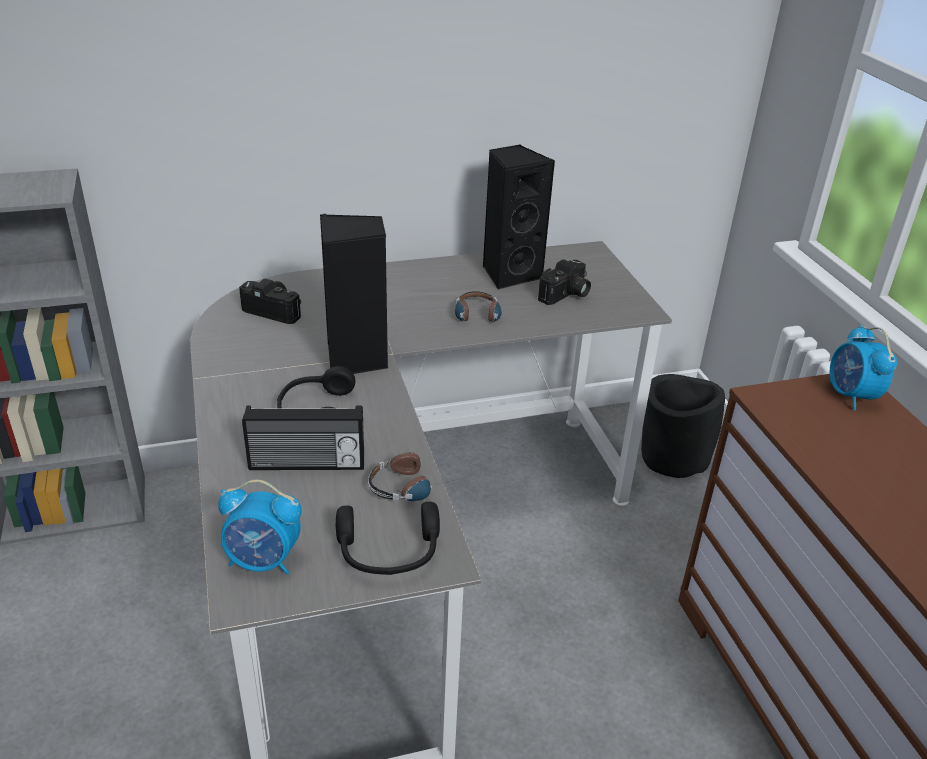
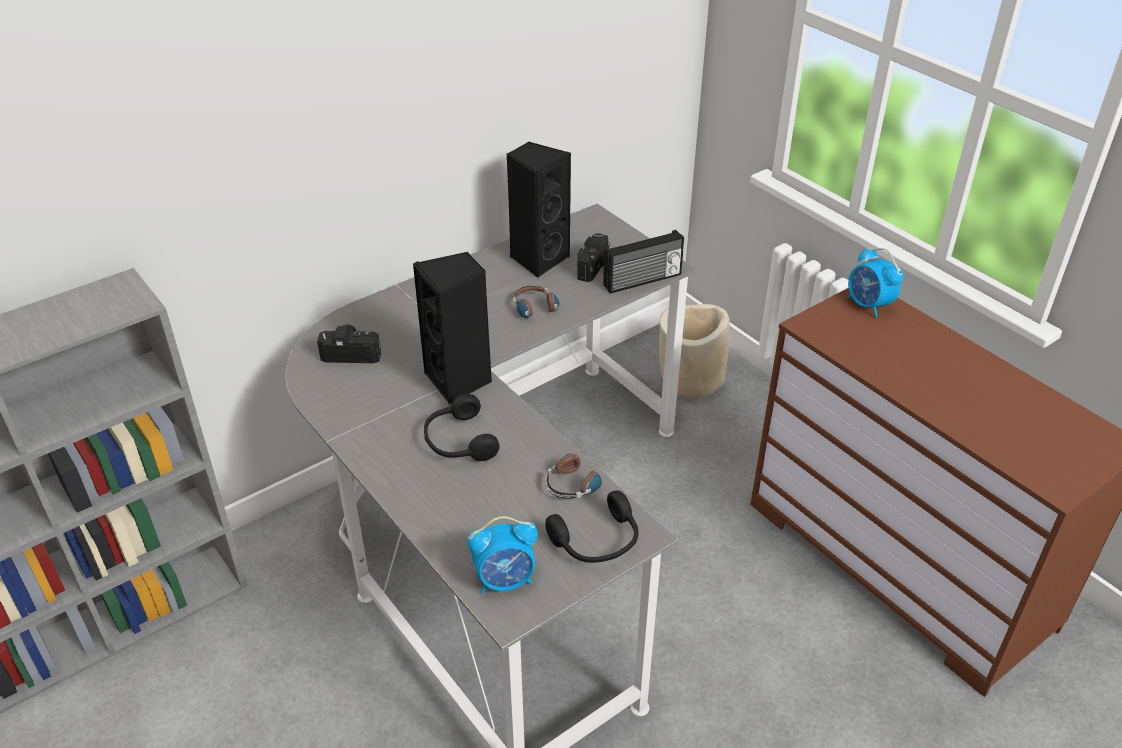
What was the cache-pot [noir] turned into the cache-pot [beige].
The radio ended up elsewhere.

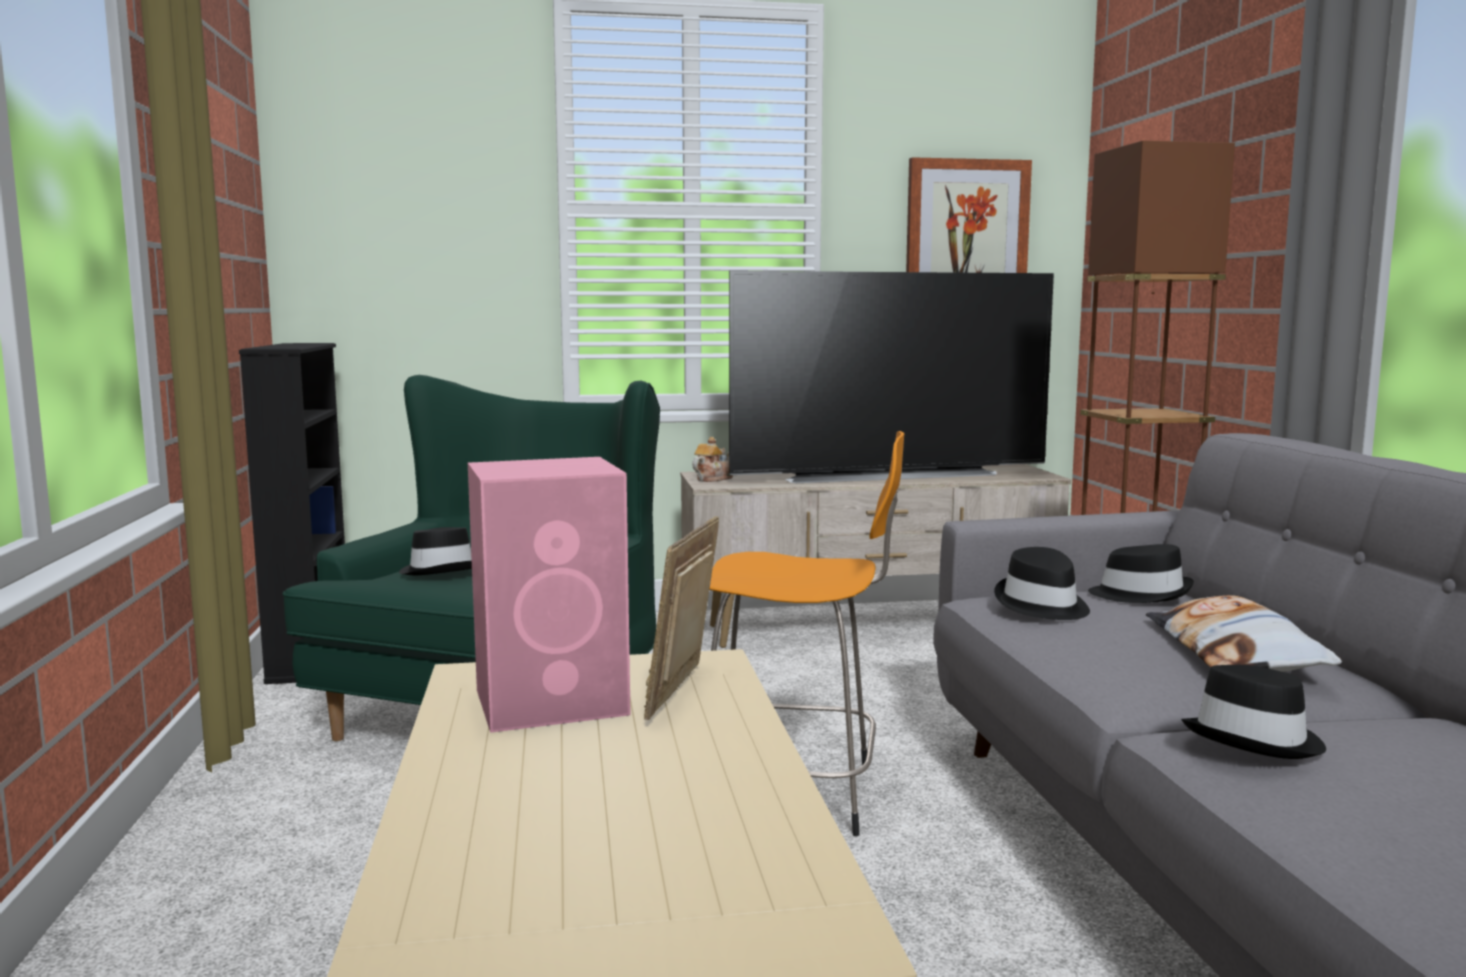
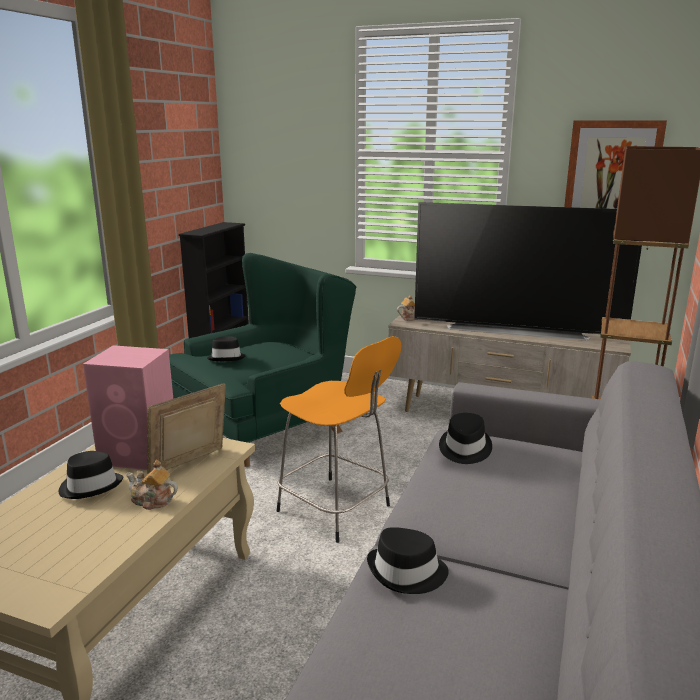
The chapeau [noir] (3rd from left in the first image) ended up elsewhere.
The second view lost the coussin.
The second view gained the théière (1st from left).

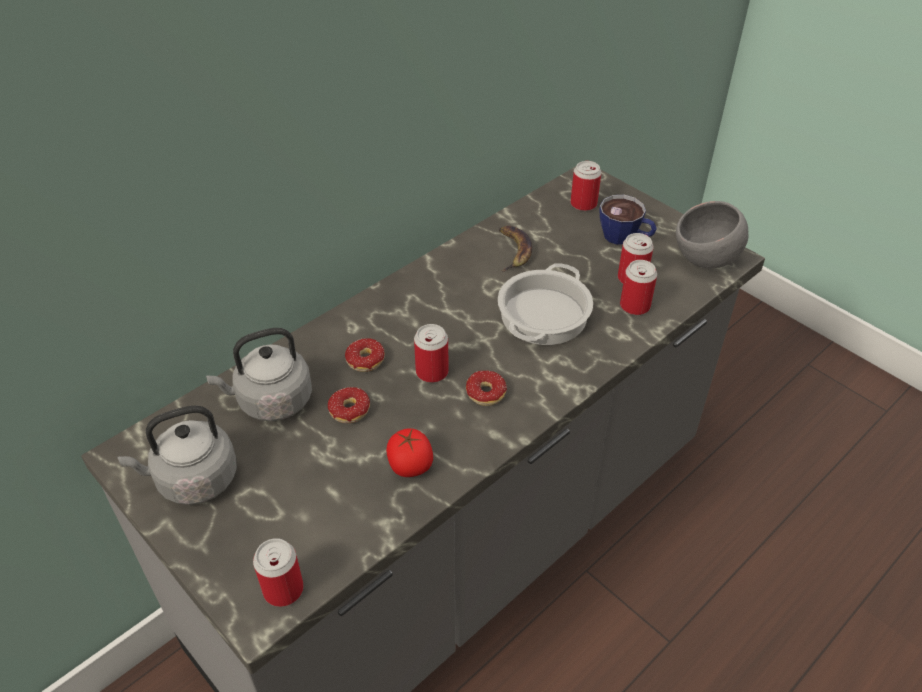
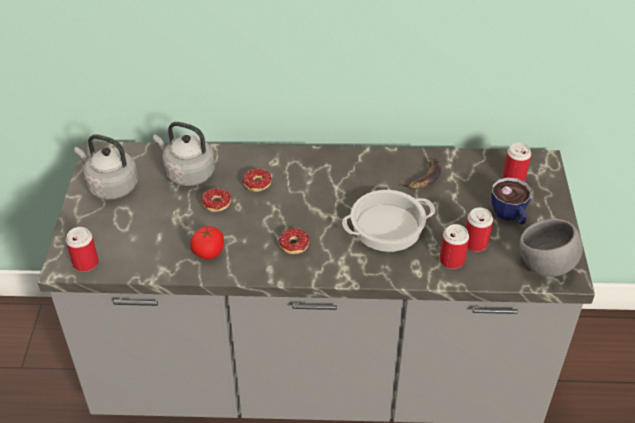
The second view lost the boîte métallique (2nd from left).

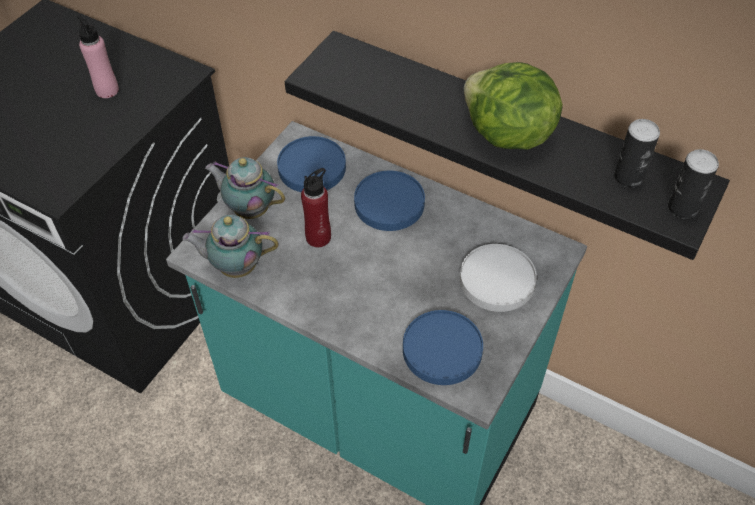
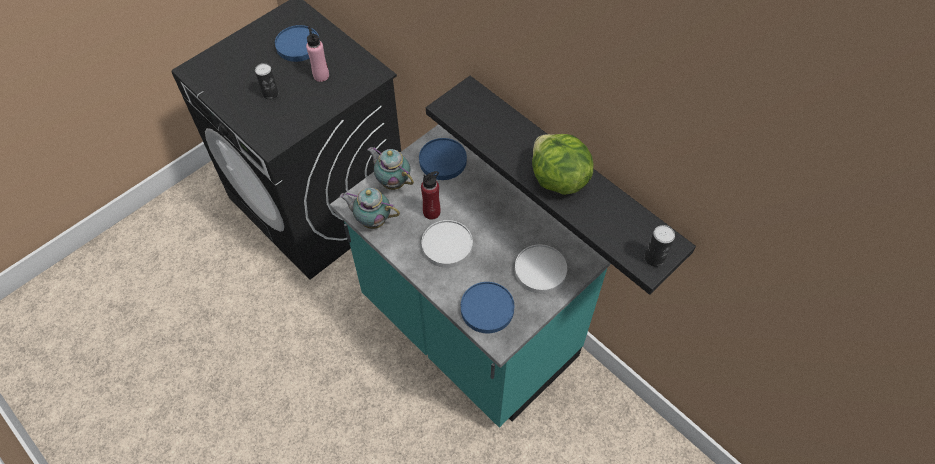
The boîte métallique (1st from left) ended up elsewhere.
The assiette [bleu] (2nd from left in the first image) ended up elsewhere.
The second view gained the assiette [blanc] (1st from left).

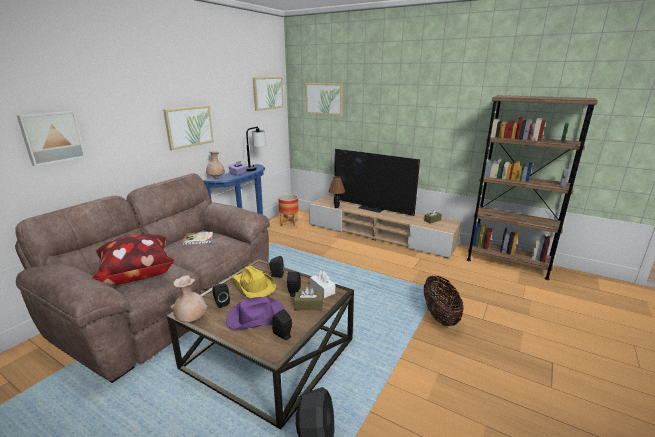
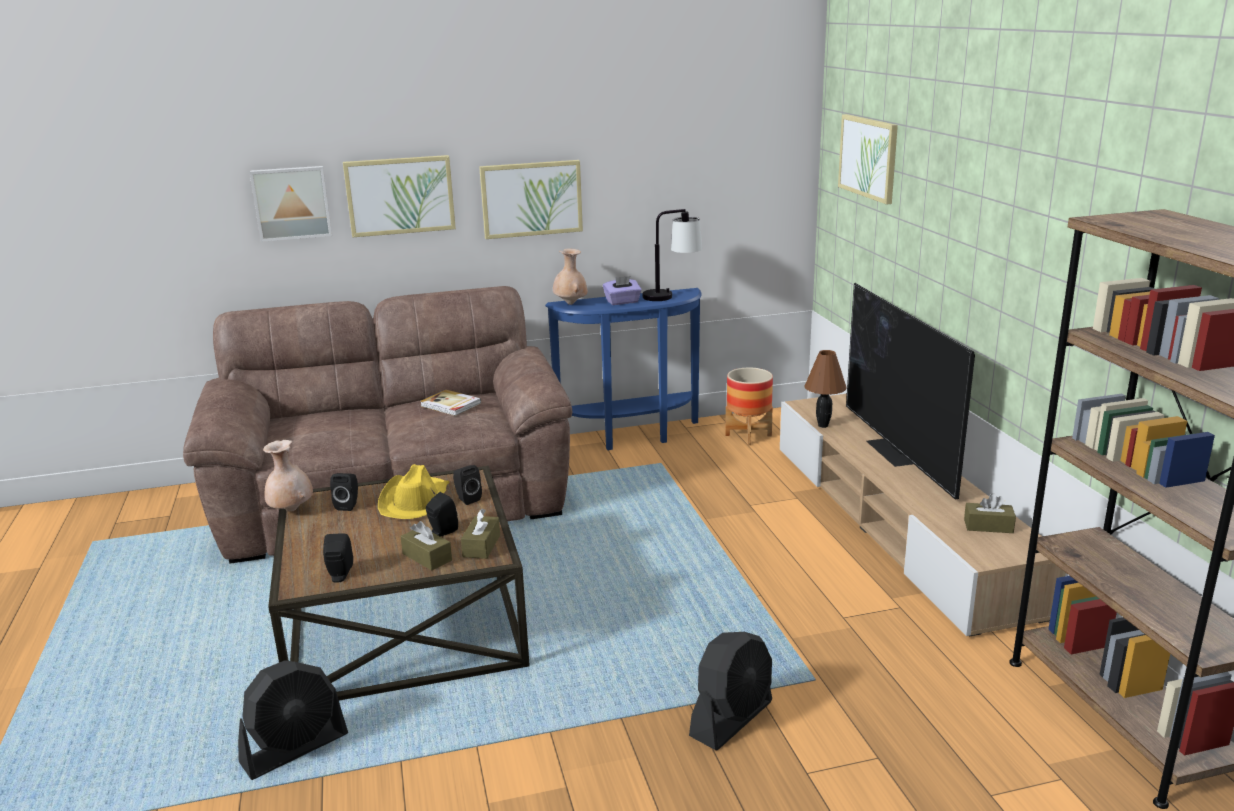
The tableau (3rd from left in the first image) ended up elsewhere.
The second view lost the coussin.
What was the boîte à mouchoirs [blanc] turned into the boîte à mouchoirs [marron] (2nd from left).
Where the panier stood, the ventilateur [noir] (2nd from left) came to stand.
The second view lost the chapeau [violet].

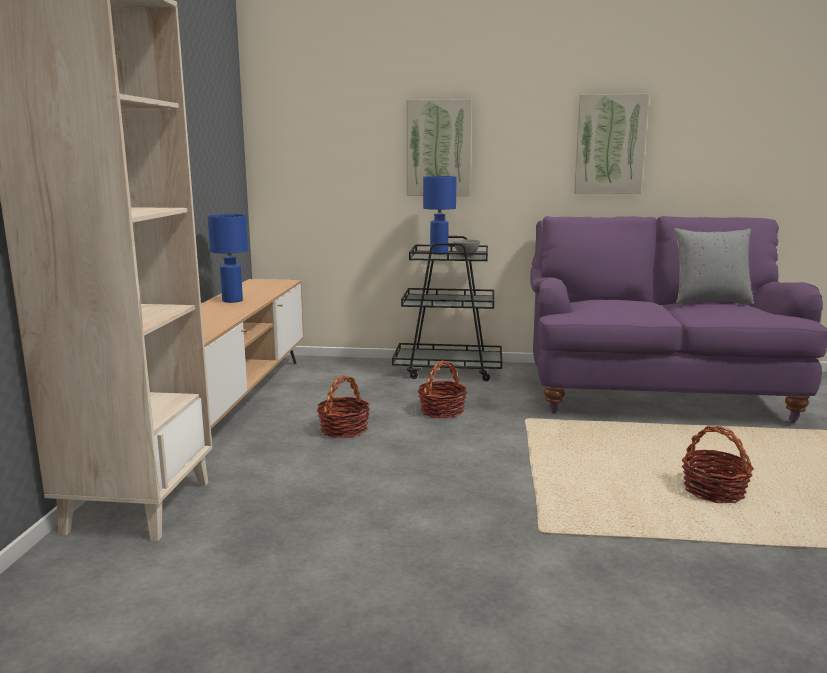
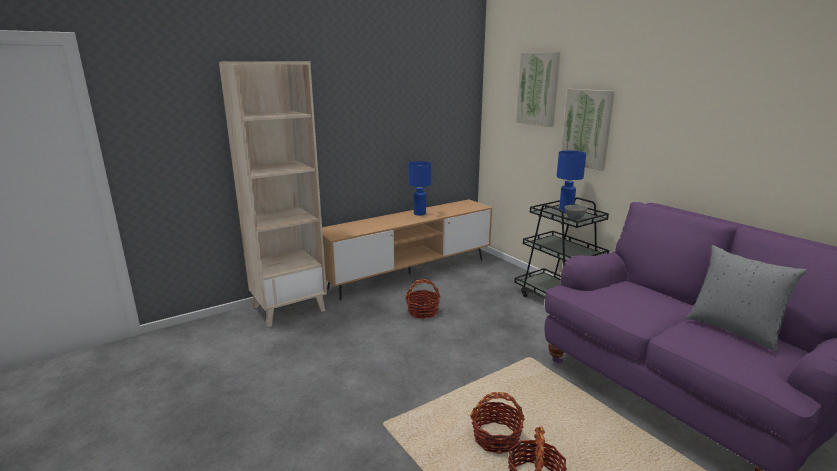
The tableau (2nd from left in the first image) ended up elsewhere.
The panier (2nd from left) ended up elsewhere.

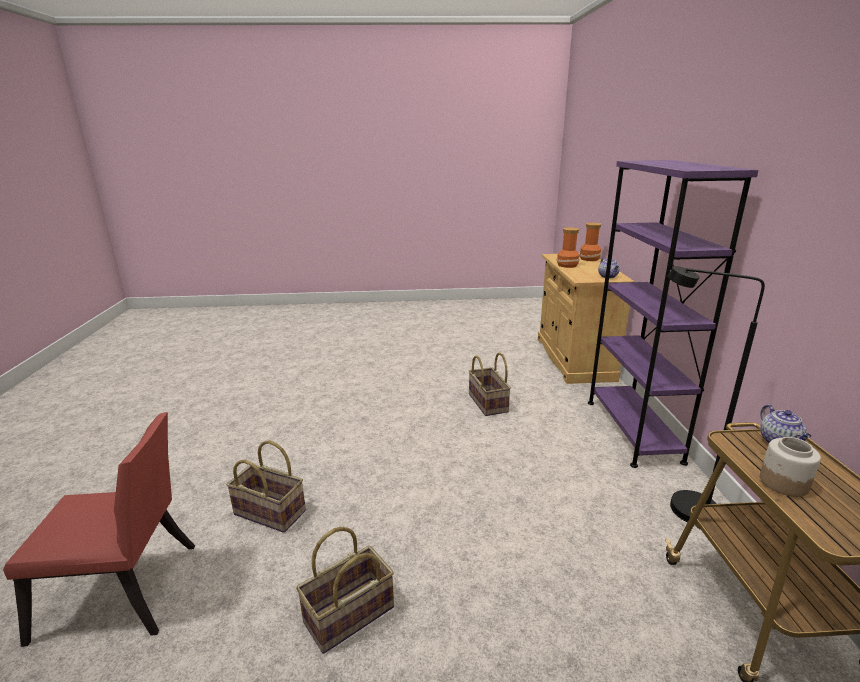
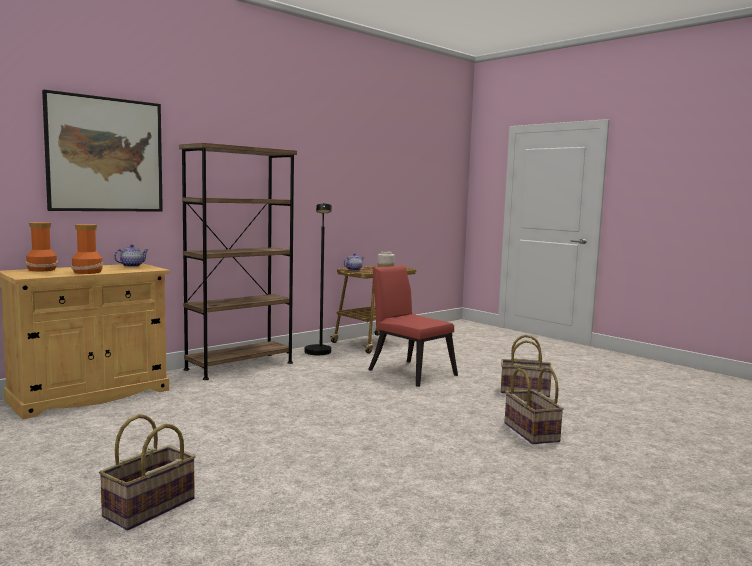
What was the bibliothèque [violet] turned into the bibliothèque [marron].
The panier (3rd from left in the first image) ended up elsewhere.
The chaise [rouge] ended up elsewhere.
The second view gained the tableau.

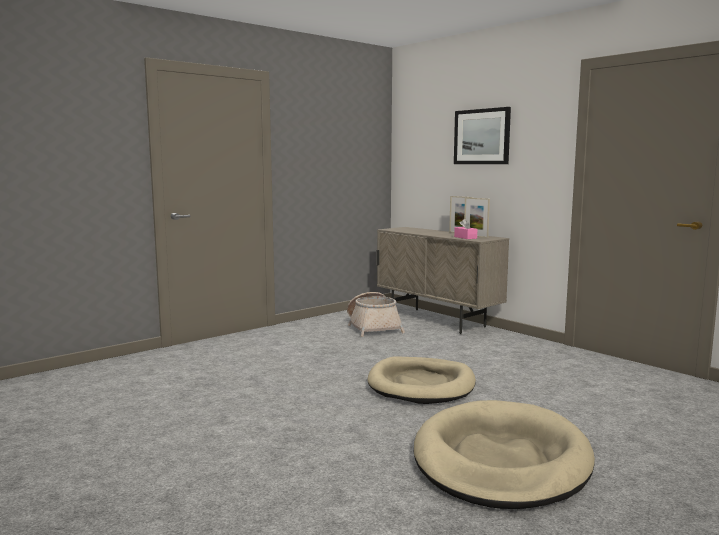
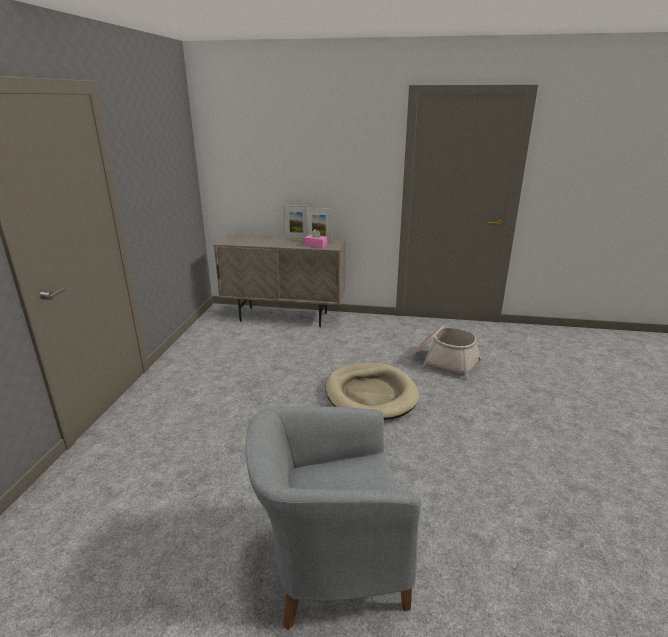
The second view lost the tableau.
The panier ended up elsewhere.
The second view lost the panier pour chien [beige] (2nd from left).
The second view gained the fauteuil [gris].

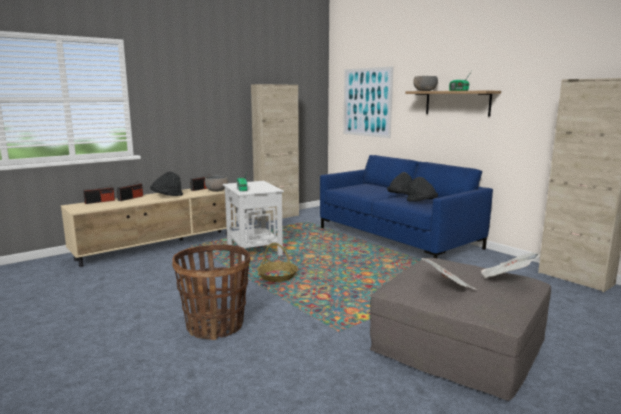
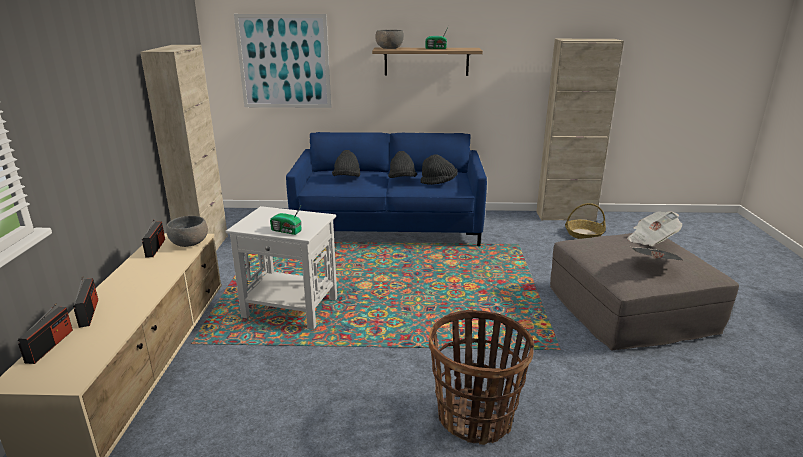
The chapeau [noir] (1st from left) ended up elsewhere.
The panier (2nd from left) ended up elsewhere.

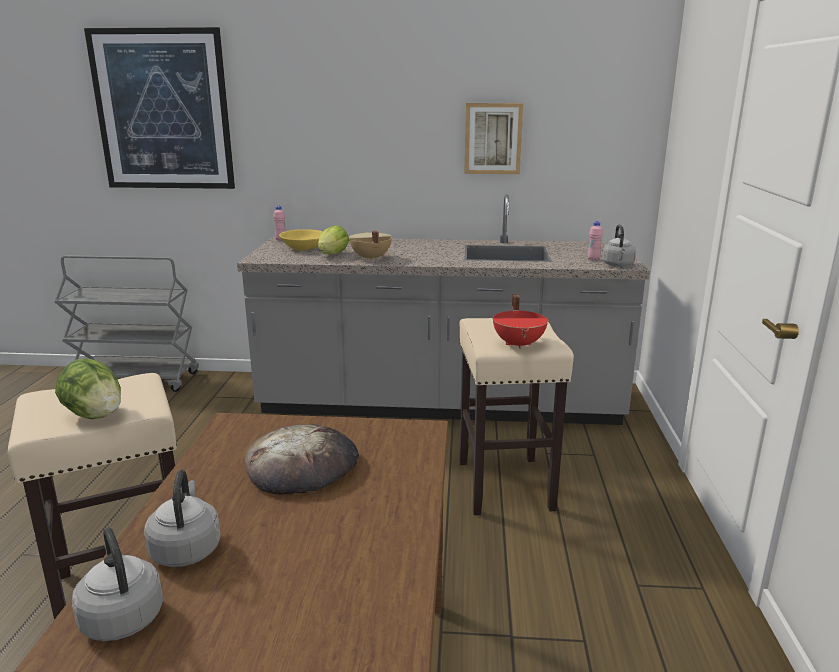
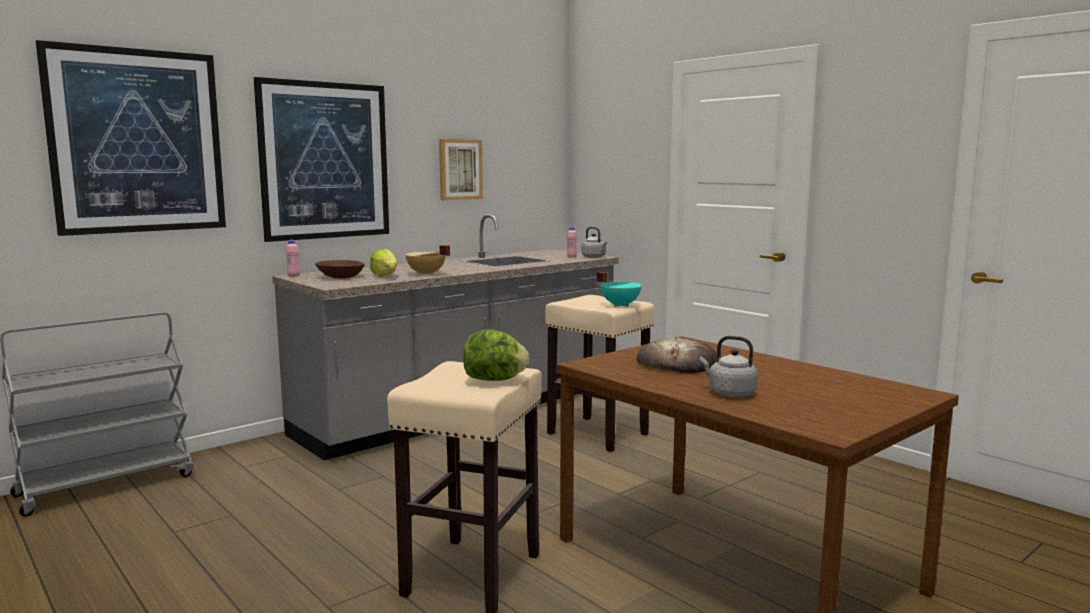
What was the bol [jaune] turned into the bol [marron].
What was the marmite [rouge] turned into the marmite [turquoise].
The second view lost the bouilloire [gris] (1st from left).
The second view gained the tableau (2nd from left).

